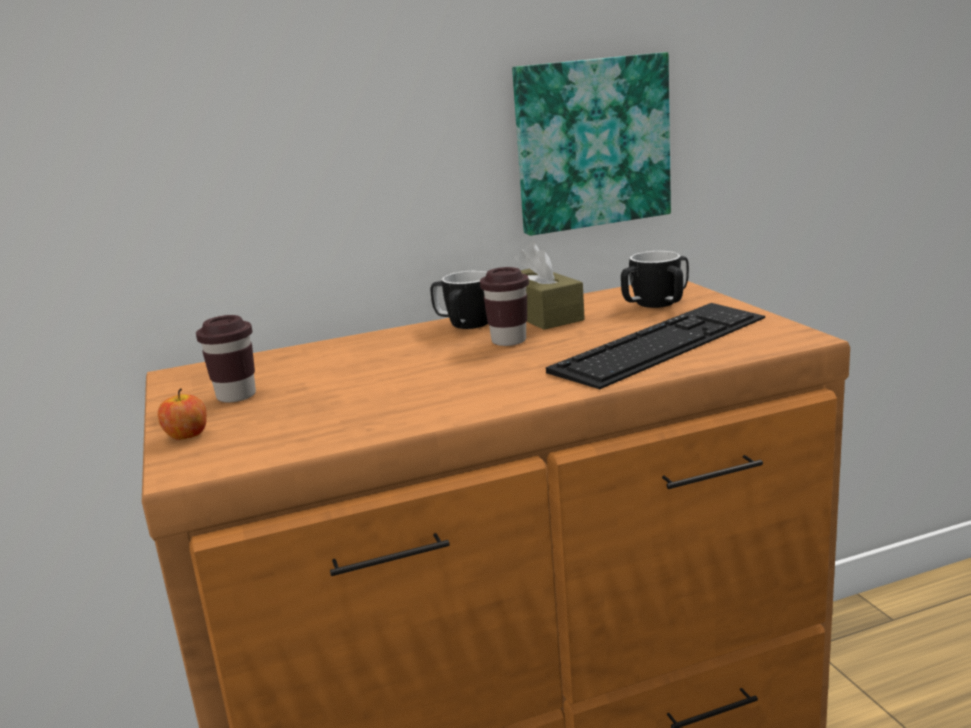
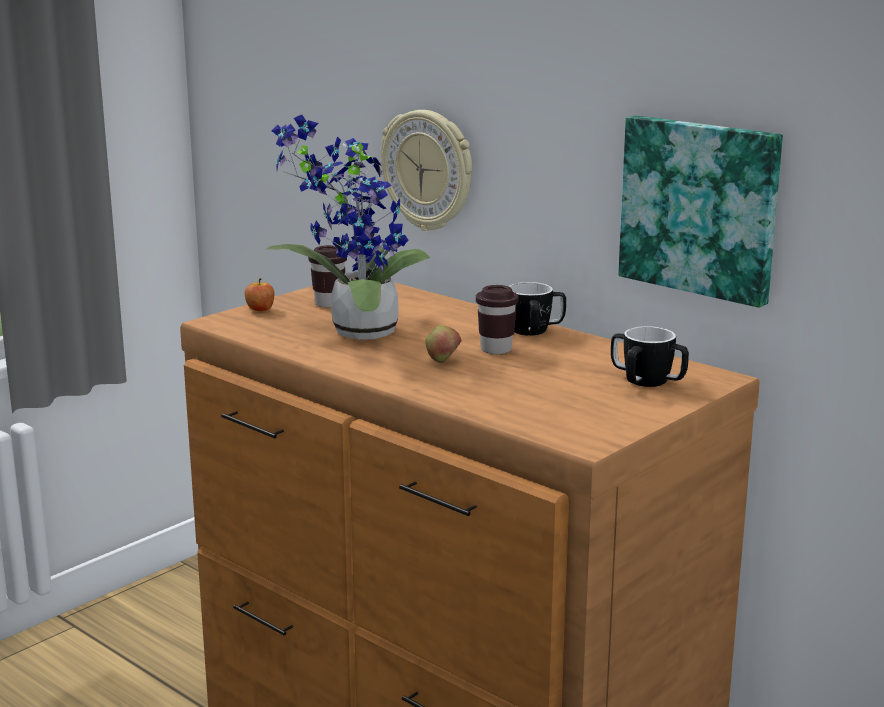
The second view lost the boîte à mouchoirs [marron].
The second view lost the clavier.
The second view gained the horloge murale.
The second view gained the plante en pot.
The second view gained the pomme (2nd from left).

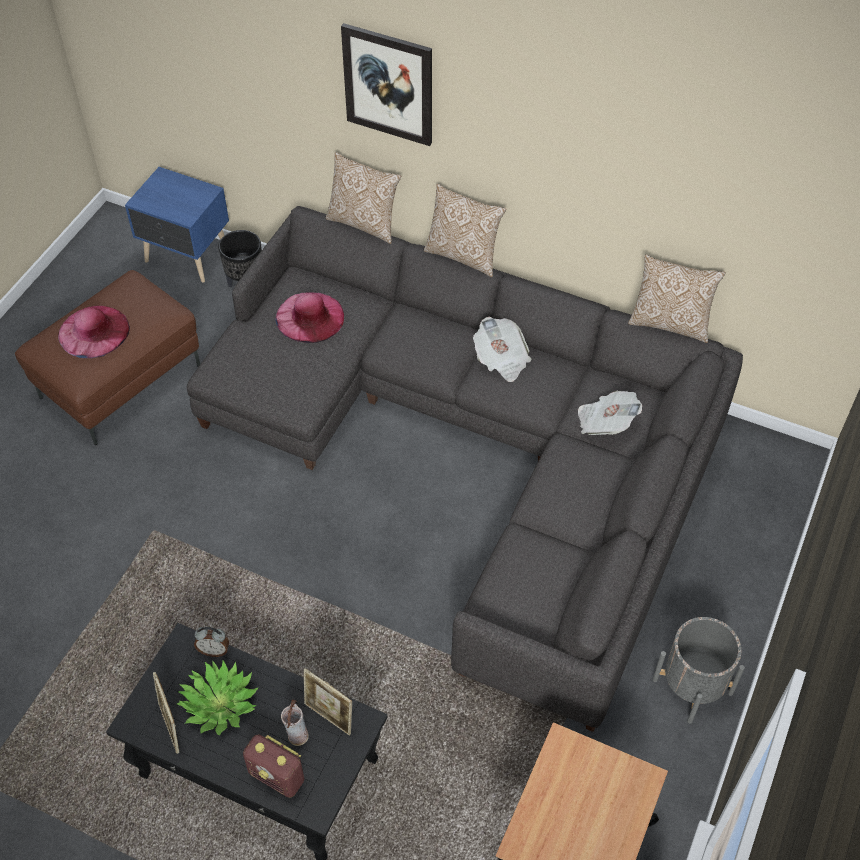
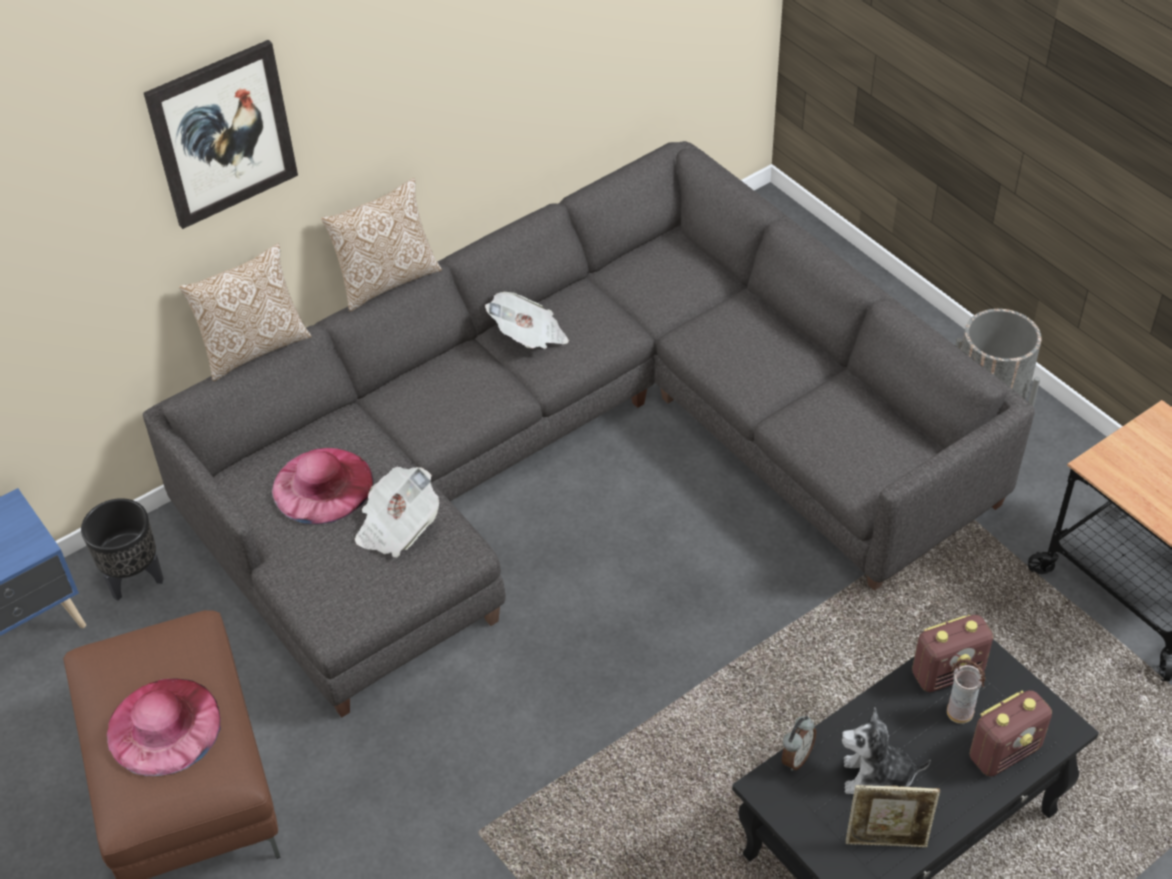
The second view lost the coussin (3rd from left).
The journal (2nd from left in the first image) ended up elsewhere.
Where the plante en pot stood, the peluche came to stand.
Where the cadre photo (2nd from left) stood, the radio (1st from left) came to stand.

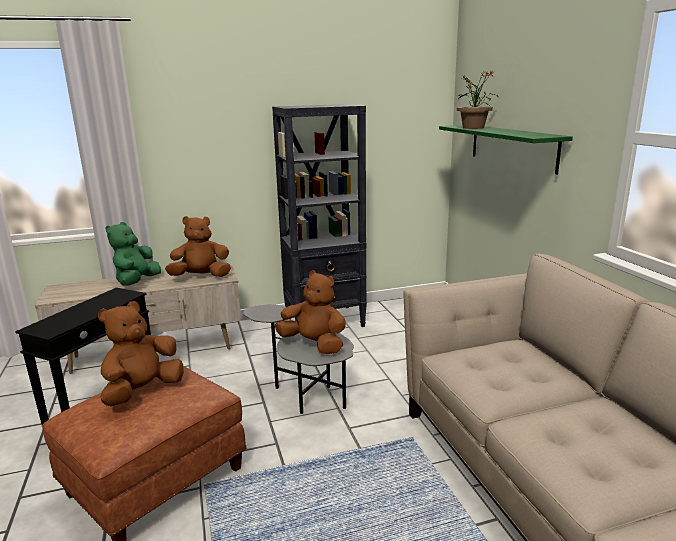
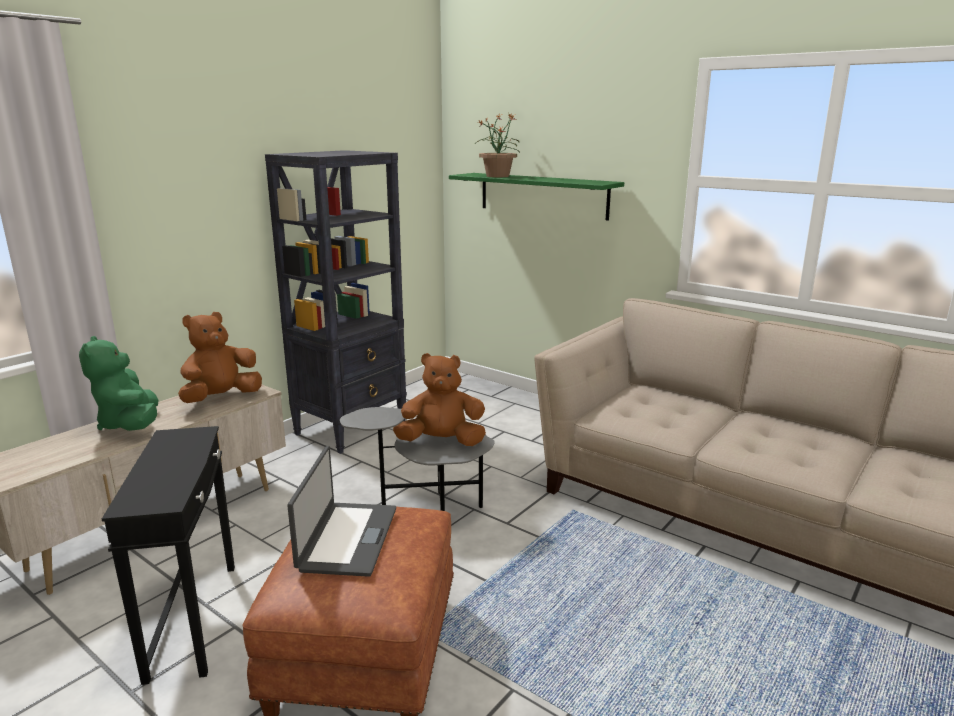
Where the peluche [marron] (1st from left) stood, the ordinateur portable came to stand.

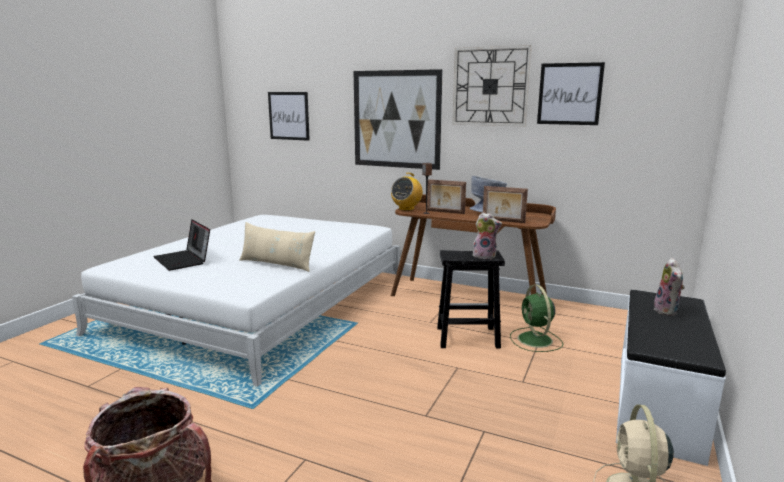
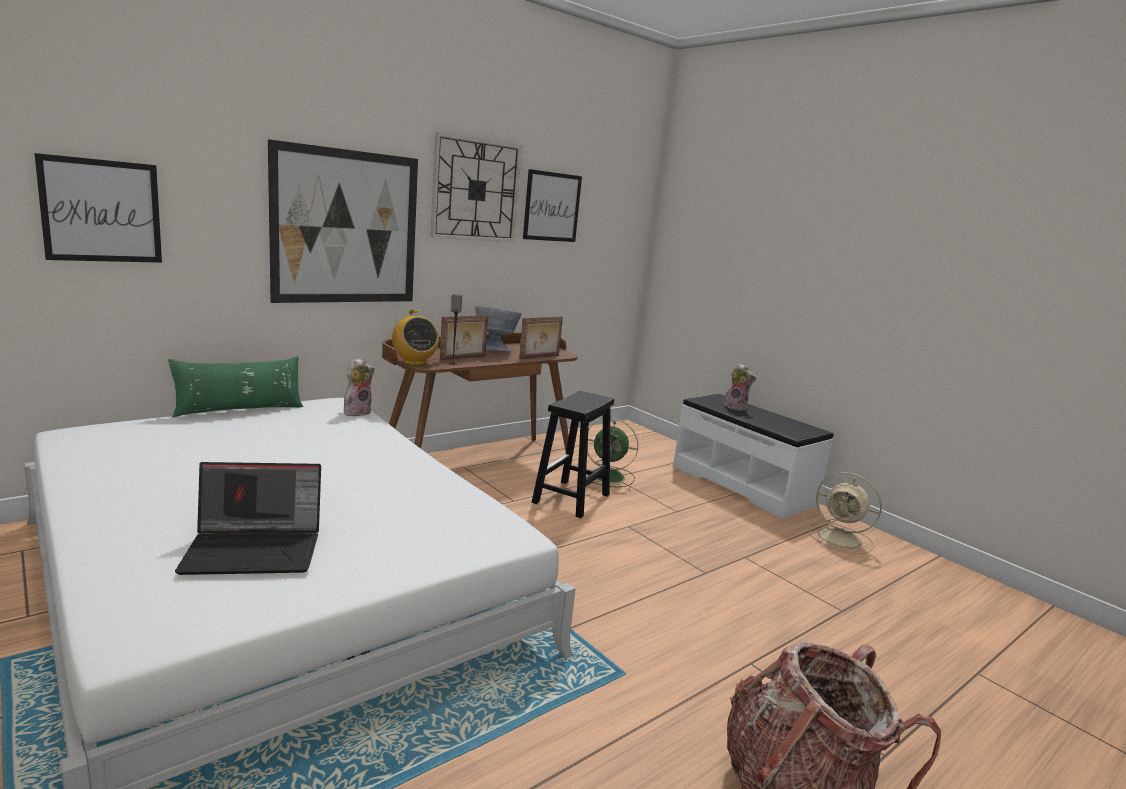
The peluche (1st from left) ended up elsewhere.
The second view lost the coussin [beige].
The second view gained the coussin [vert].

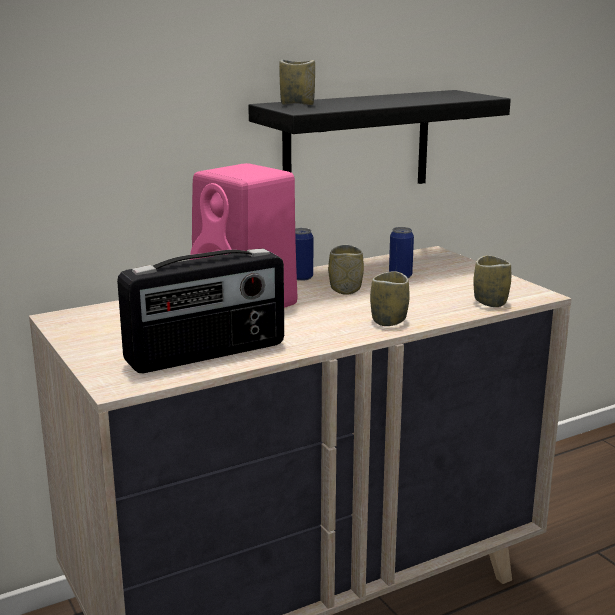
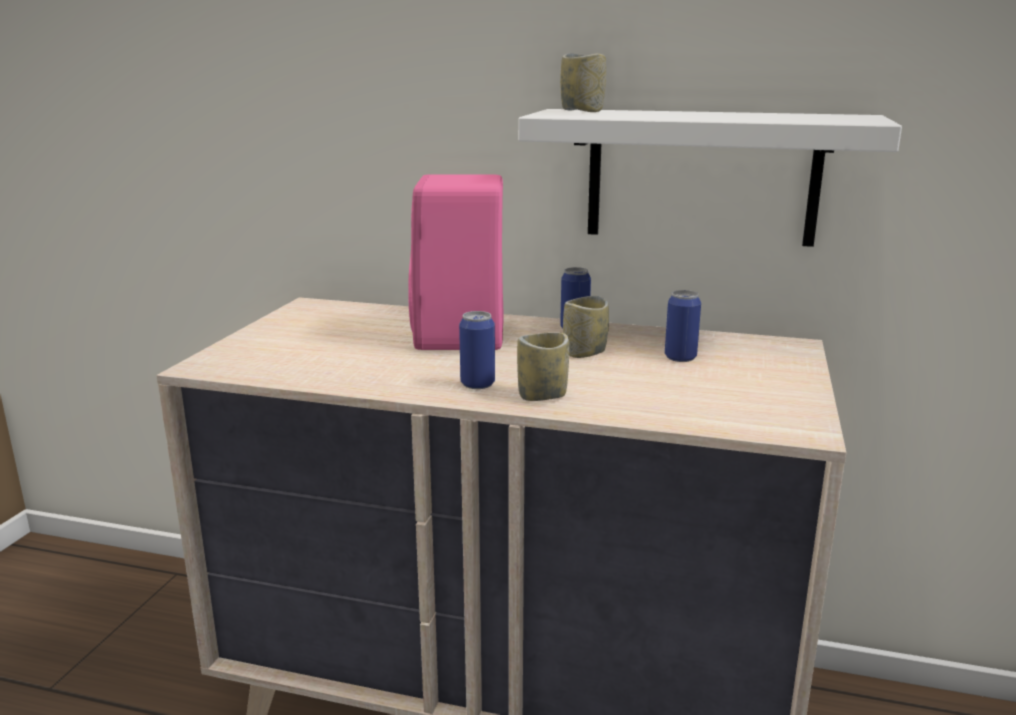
What was the étagère [noir] turned into the étagère [blanc].
The second view lost the radio.
The second view lost the tasse (4th from left).
The second view gained the boîte métallique (1st from left).

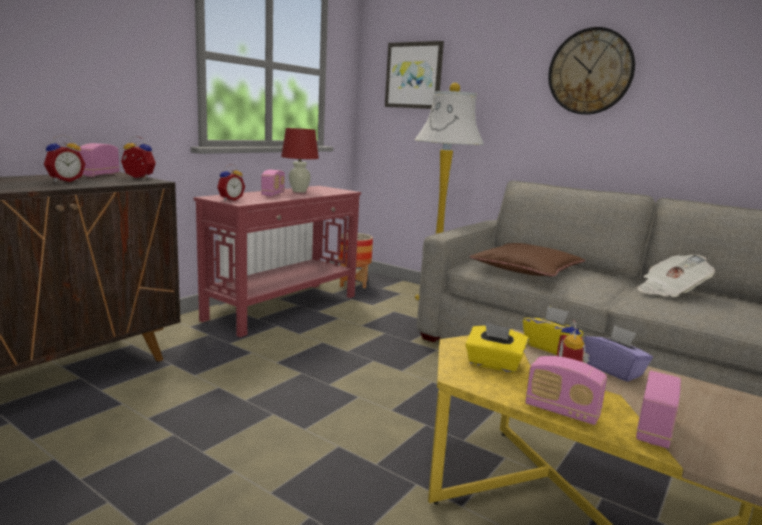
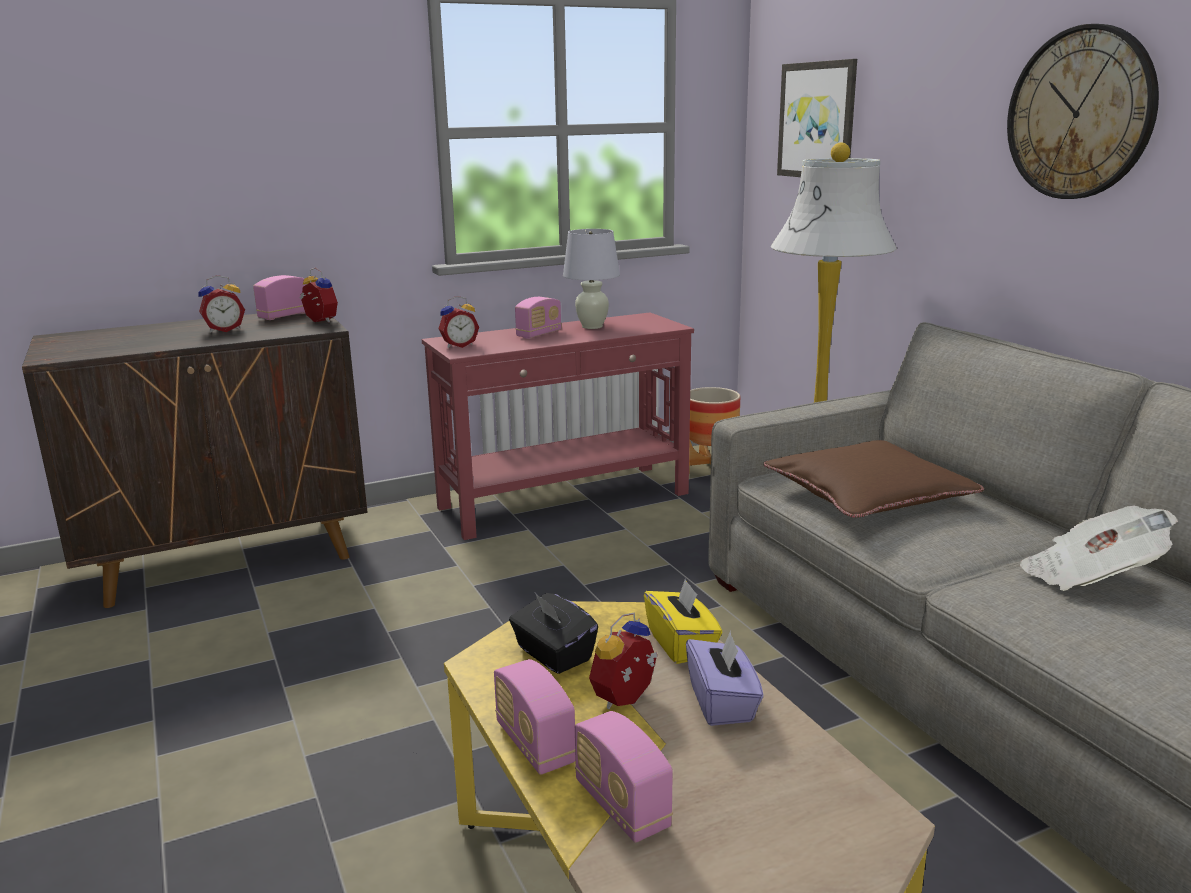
What was the lampe de table [rouge] turned into the lampe de table [blanc].
What was the boîte à mouchoirs [jaune] (1st from left) turned into the boîte à mouchoirs [noir].
The radio (4th from left) ended up facing another way, 90 degrees clockwise from before.

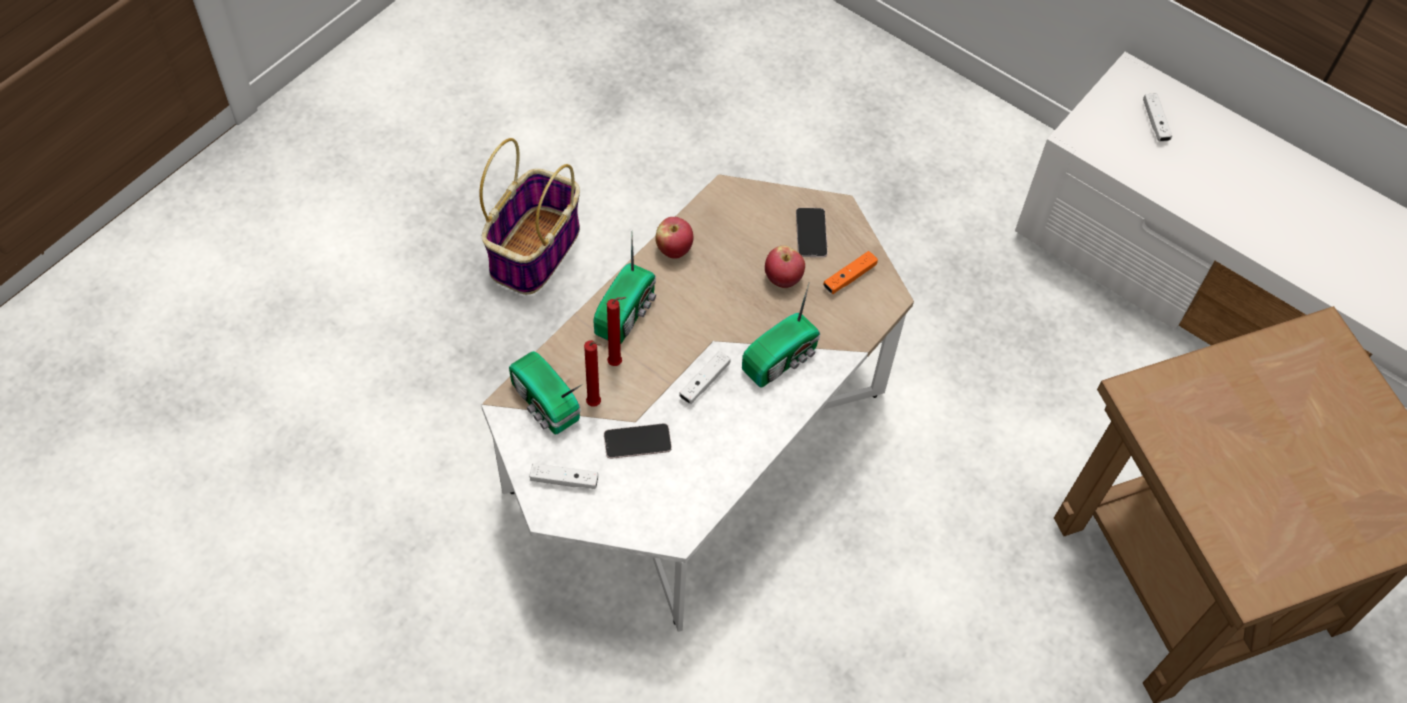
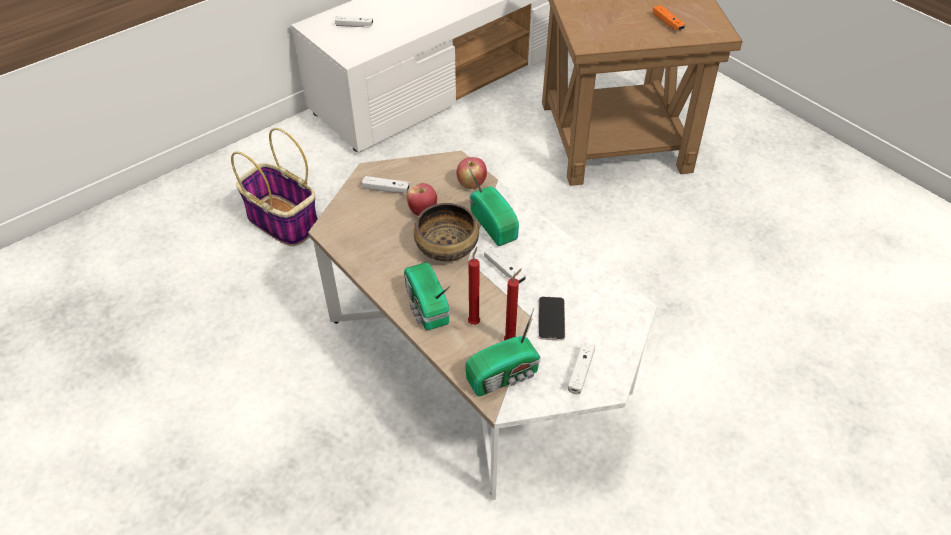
The panier ended up elsewhere.
Where the téléphone (2nd from left) stood, the manette [blanc] (2nd from left) came to stand.
The pomme (1st from left in the first image) ended up elsewhere.
The radio (2nd from left in the first image) ended up facing another way, 150 degrees counterclockwise from before.
The manette [orange] ended up elsewhere.
The second view gained the bol.

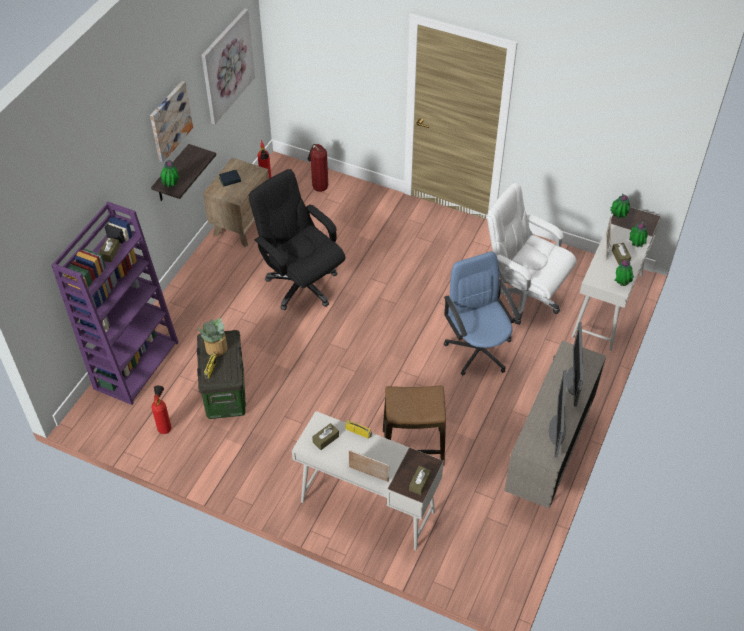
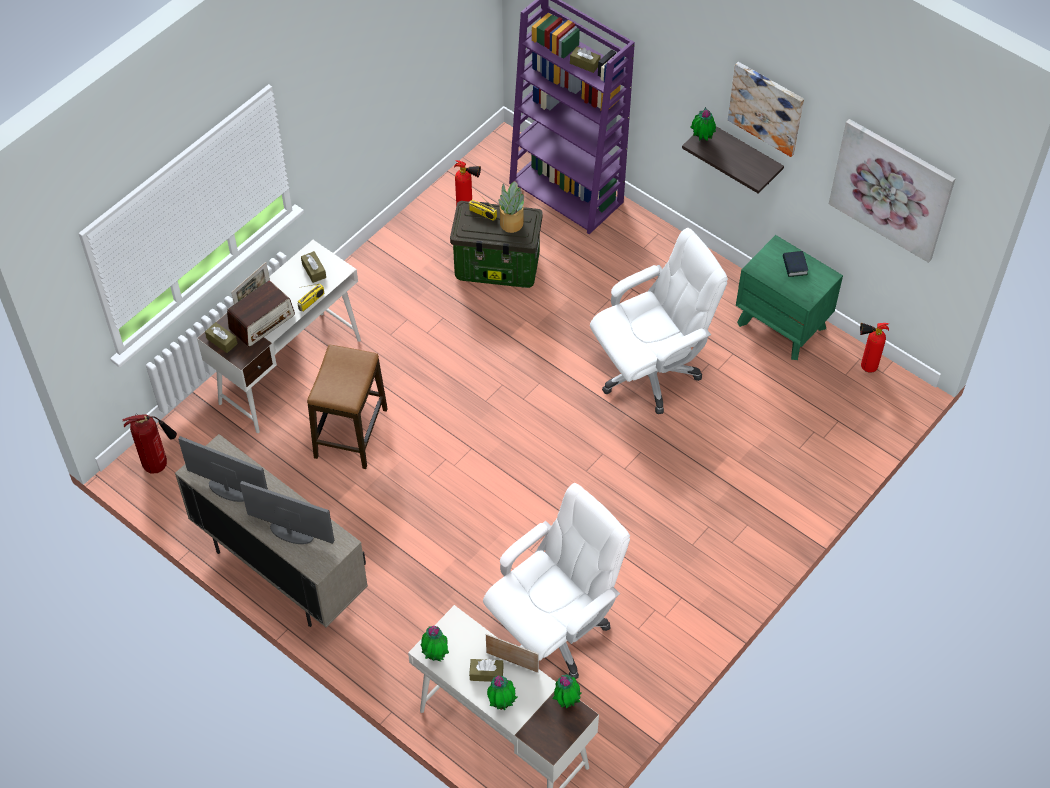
The extincteur (3rd from left in the first image) ended up elsewhere.
What was the table de chevet [marron] turned into the table de chevet [vert].
What was the chaise de bureau [noir] turned into the chaise de bureau [blanc] (2nd from left).
The second view lost the chaise de bureau [bleu].
The second view gained the radio (1st from left).

